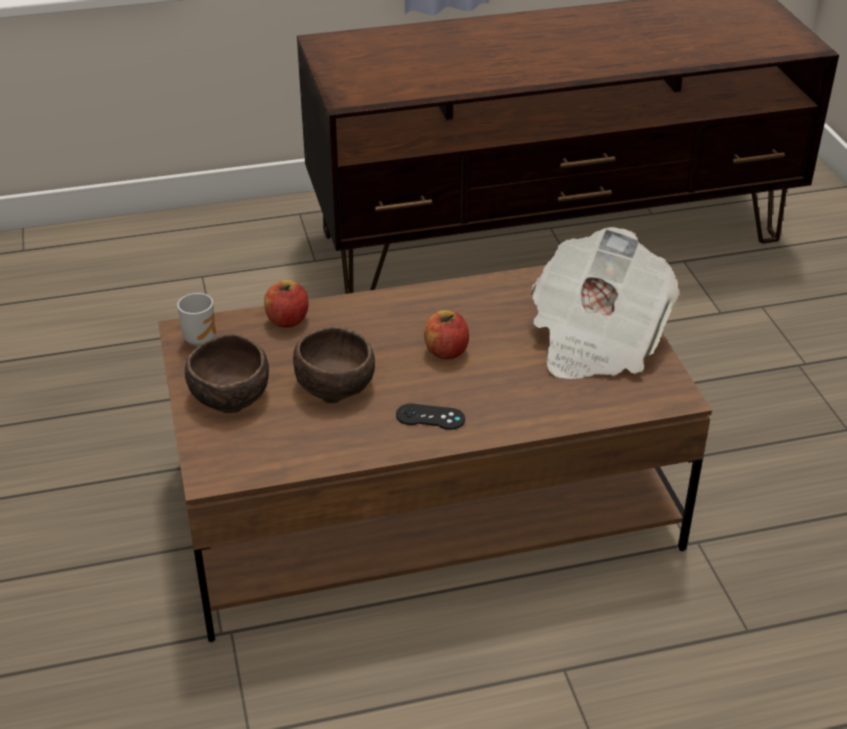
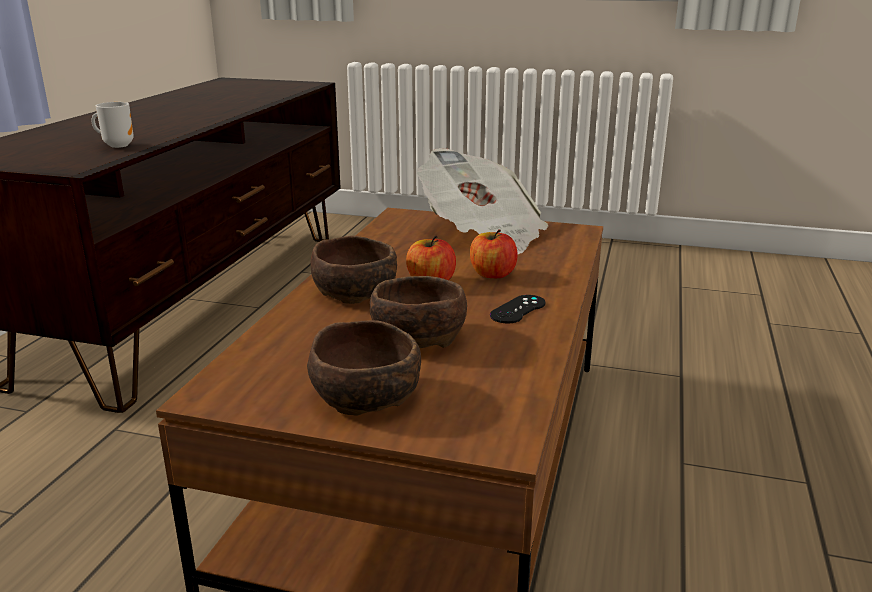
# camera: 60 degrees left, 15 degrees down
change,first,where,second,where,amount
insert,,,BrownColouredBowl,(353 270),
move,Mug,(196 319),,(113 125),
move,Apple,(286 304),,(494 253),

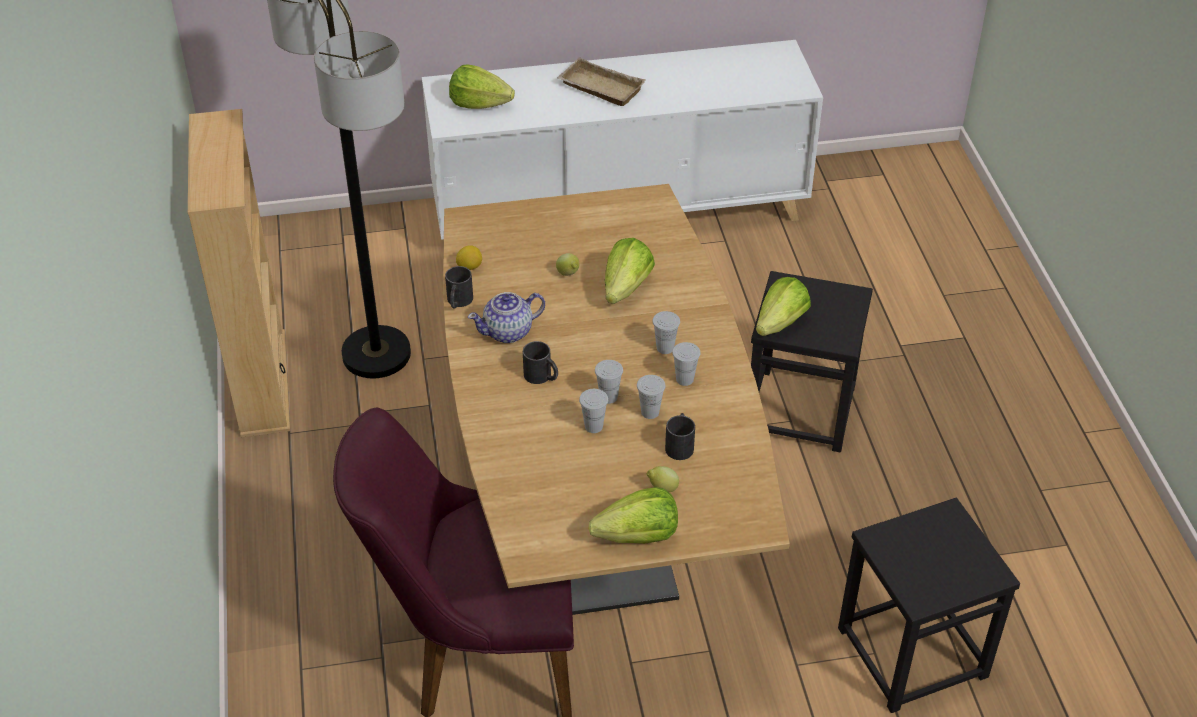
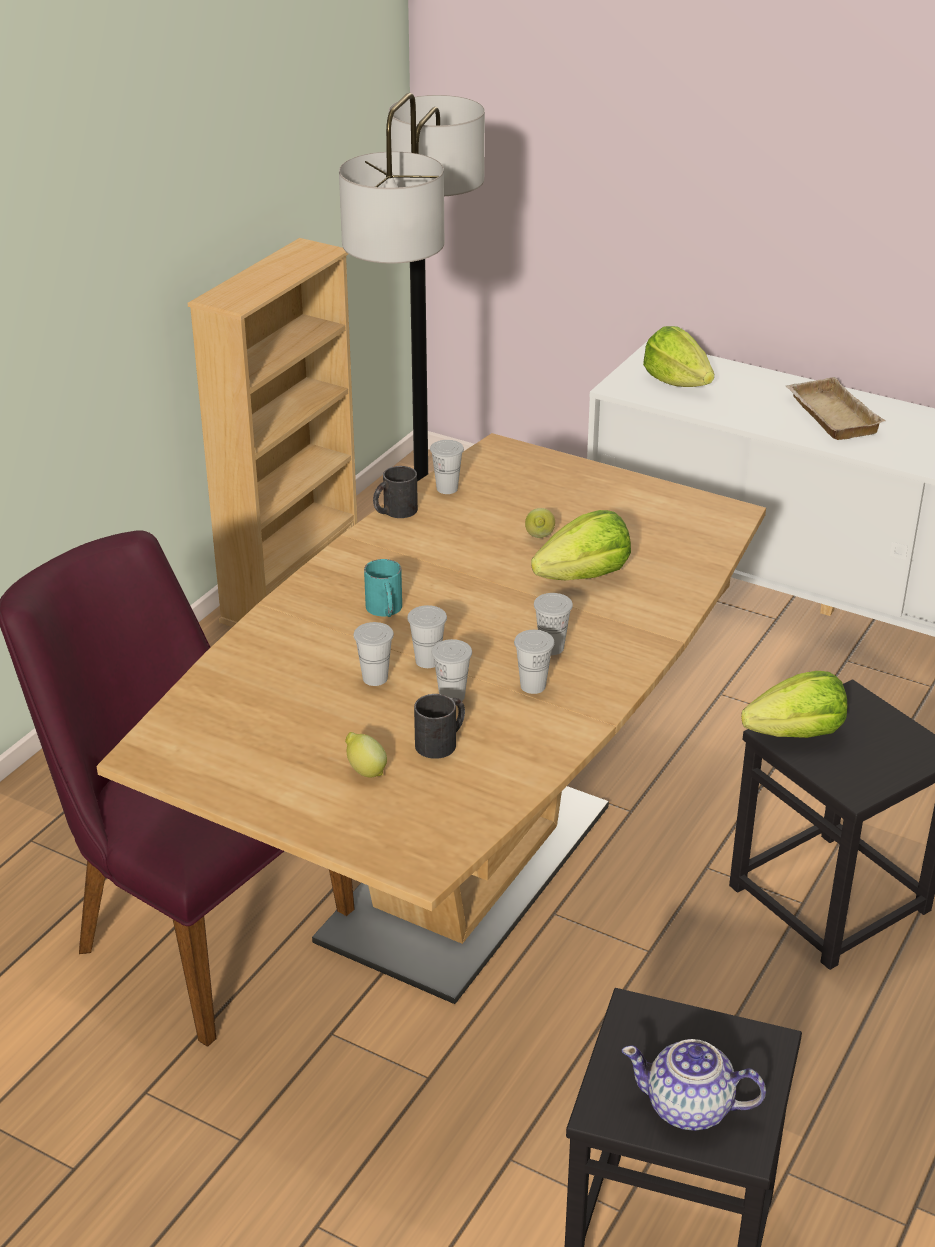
# camera: 40 degrees right, 10 degrees down
change,first,where,second,where,amount
delete,LettuceHead,(633 515),,,
move,TeaPot,(506 317),,(694 1085),
replace,WholeLemon,(469 257),WhitishSmallCup,(447 467),
recolor,BlackColouredMug,(540 362),TurquoiseMug,(383 588),

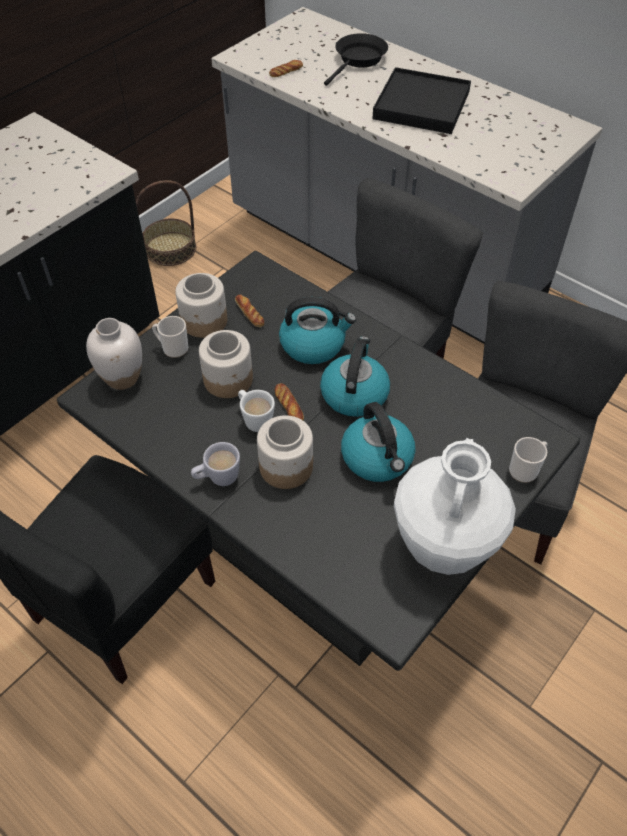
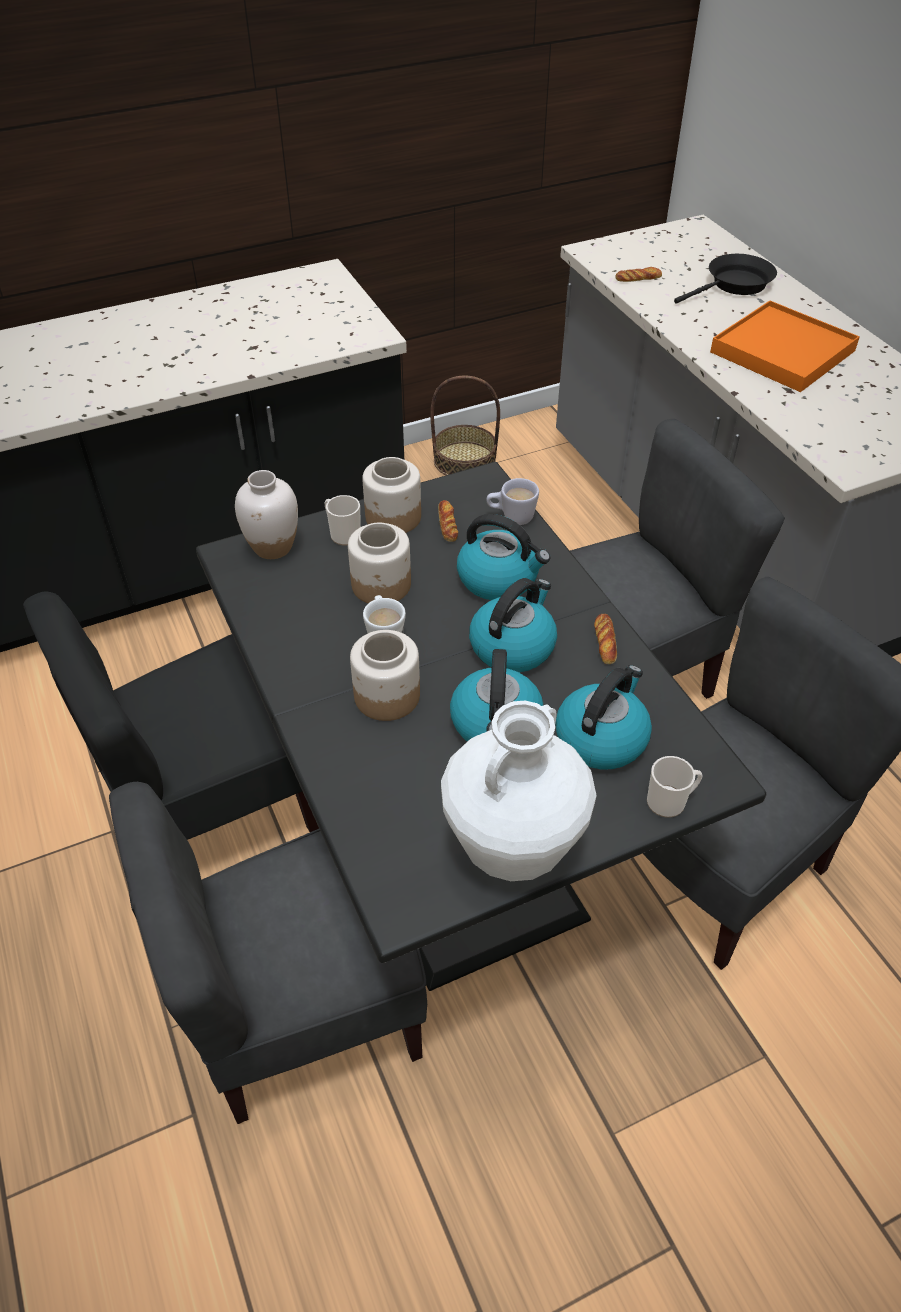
# camera: 25 degrees right, 5 degrees down
change,first,where,second,where,amount
insert,,,GrayChair,(268 953),
insert,,,WaterKettle,(603 717),
move,WhitishMug,(215 464),,(512 501),
move,BakedBread,(289 402),,(605 639),
recolor,BlackColouredServingTray,(421 100),OrangeColouredServingTray,(785 346),

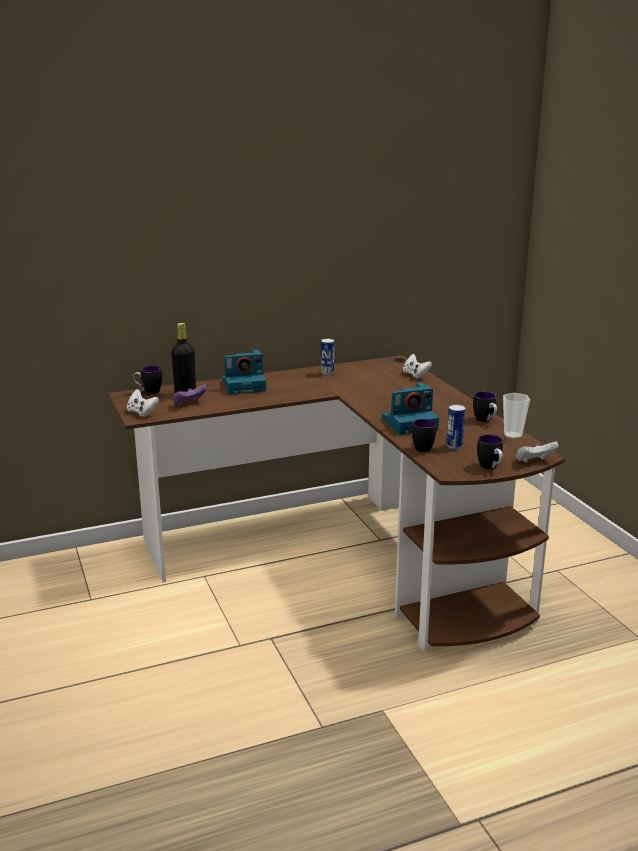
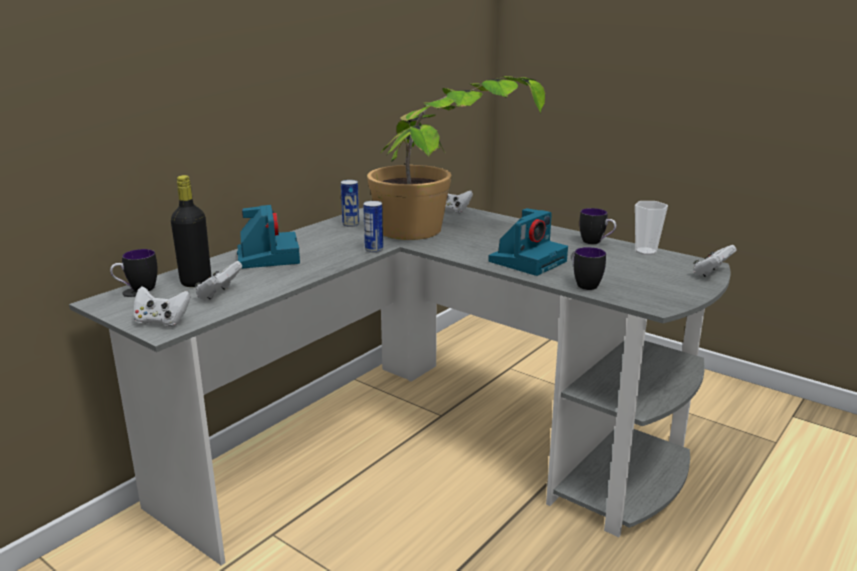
# camera: 30 degrees left, 0 degrees up
change,first,where,second,where,amount
delete,Mug,(490 452),,,
insert,,,PlantInAPot,(456 158),
move,SealedCan,(456 427),,(373 227),
recolor,BrownColouredDeskTable,(336 503),GrayDeskTable,(400 386),
recolor,PurpleColouredGameController,(190 395),WhitishGameController,(218 280),
rotate,StillCamera,(244 372),,(268 237),60 degrees counterclockwise

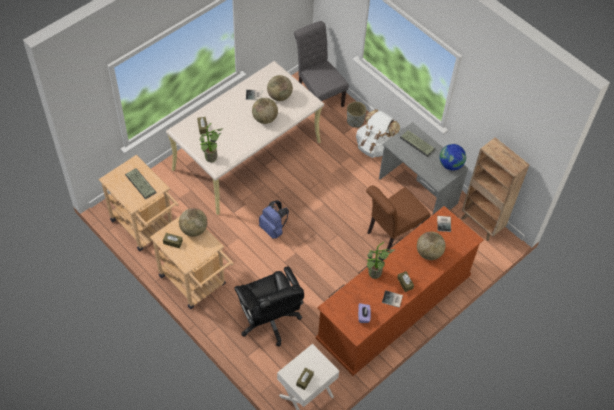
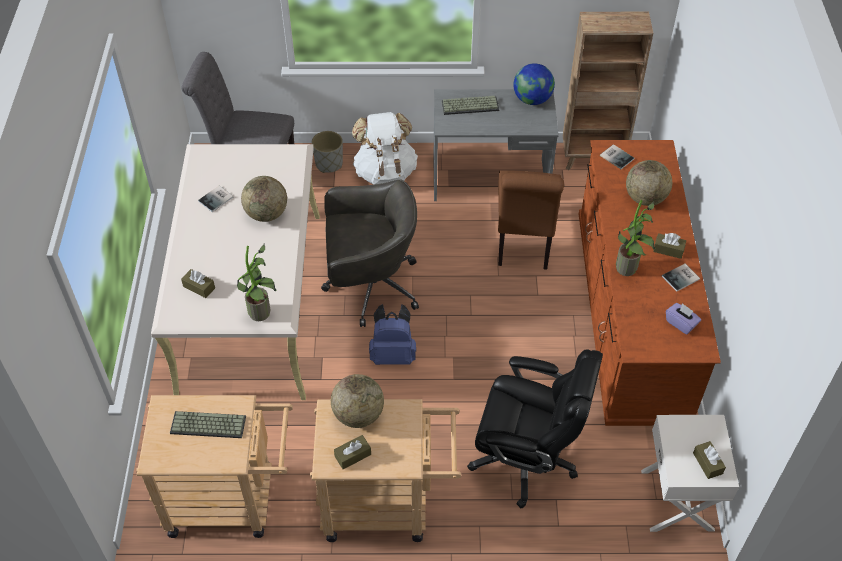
# camera: 45 degrees left, 5 degrees down
change,first,where,second,where,amount
delete,Globe,(280 88),,,
insert,,,GrayDeskChair,(370 253),

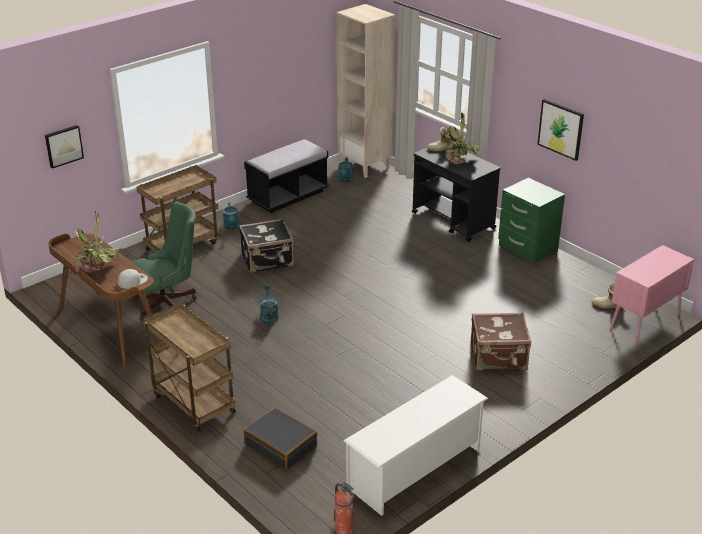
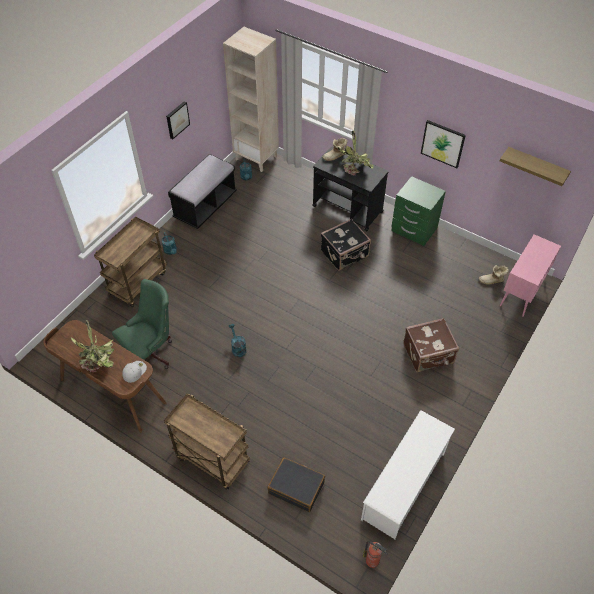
# camera: 15 degrees left, 20 degrees up
change,first,where,second,where,amount
insert,,,WallShelf,(535 166),
move,WallArt,(64 147),,(178 120),
move,BlackColouredSuitcase,(266 246),,(346 245),

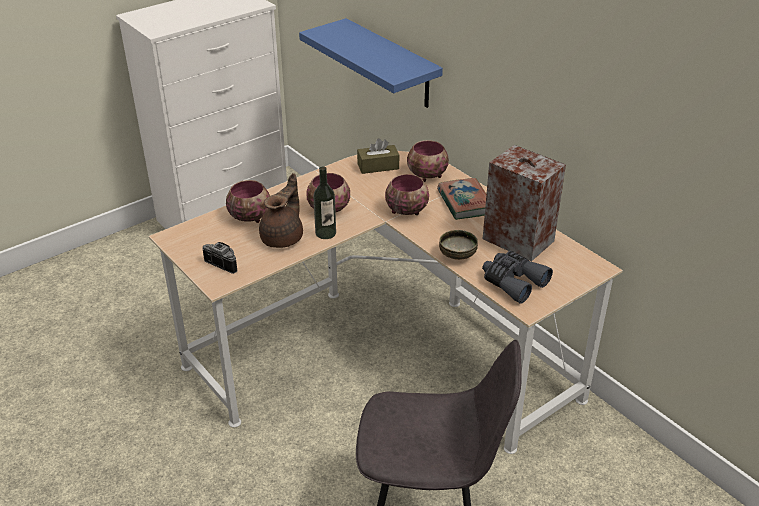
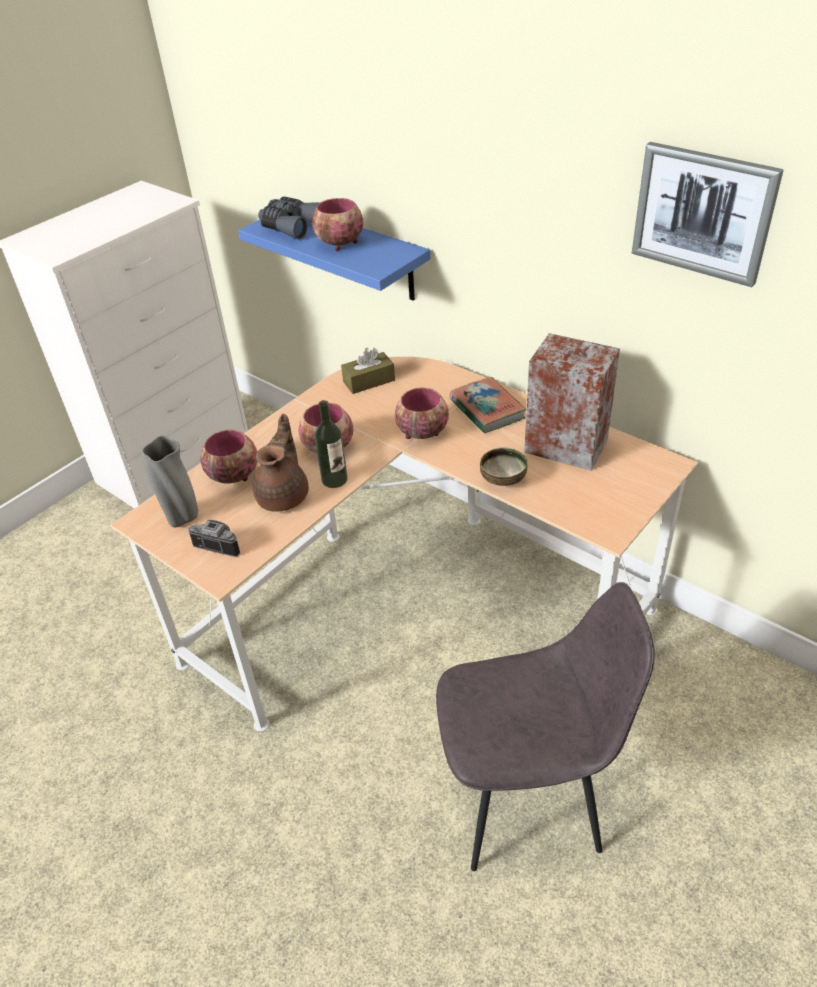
# camera: 10 degrees left, 5 degrees up
change,first,where,second,where,amount
insert,,,GrayFlowerVase,(170 481),
insert,,,WallArt,(708 214),
move,Bowl,(428 161),,(338 224),
move,GrayFieldGlasses,(517 277),,(288 218),

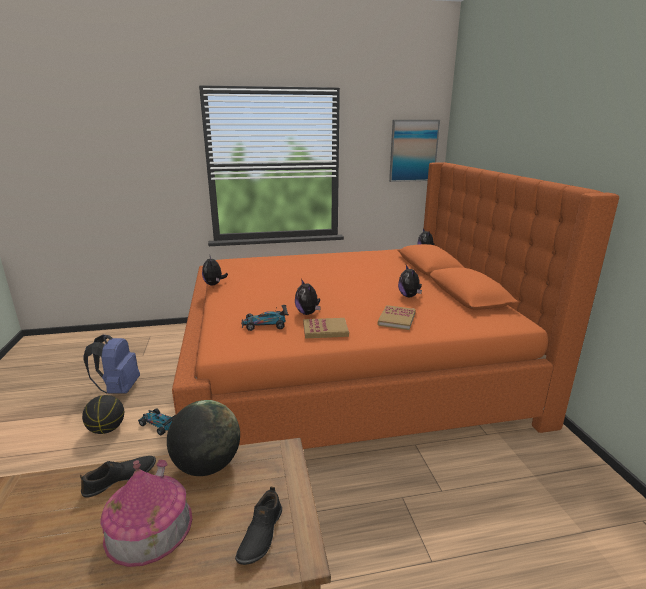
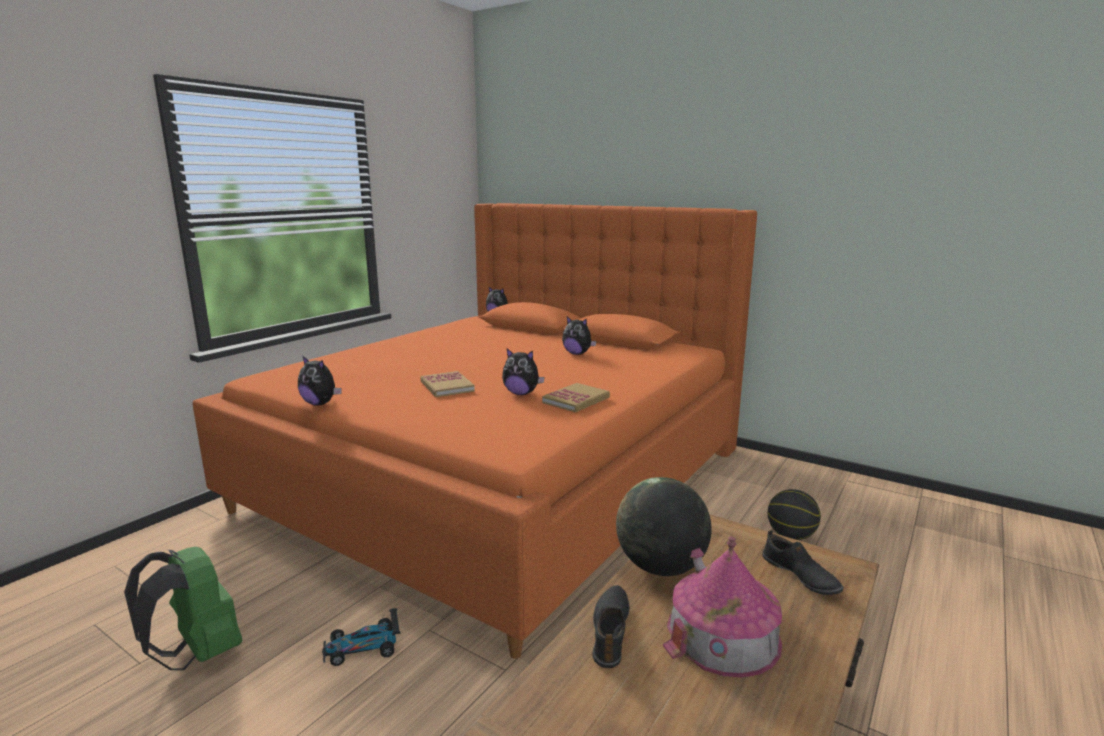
# camera: 45 degrees left, 5 degrees down
change,first,where,second,where,amount
delete,ToyCar,(265 318),,,
delete,WallArt,(414 151),,,
move,BallForBasketball,(103 414),,(794 514),
move,Volume,(396 317),,(447 384),
recolor,BluishRucksack,(111 364),GreenishRucksack,(183 608),

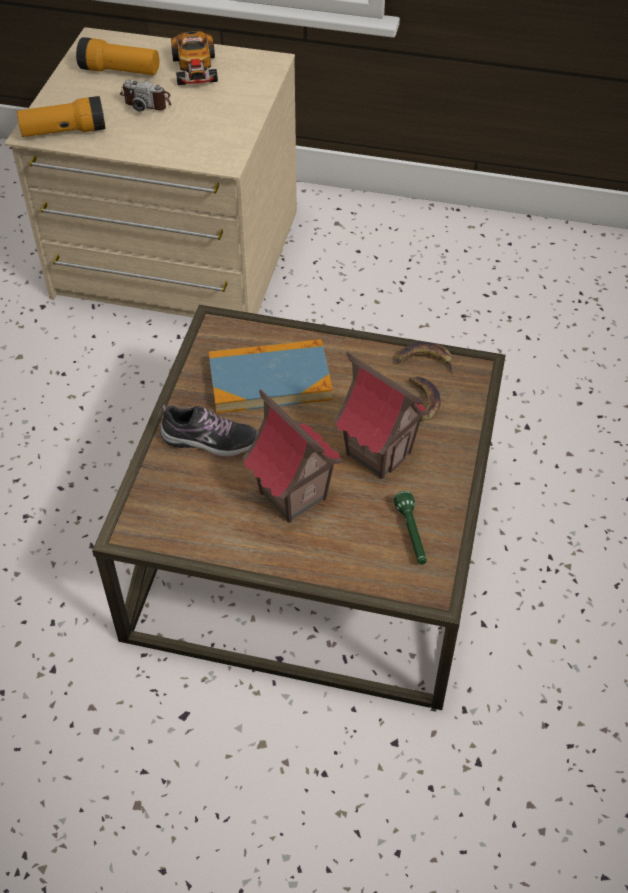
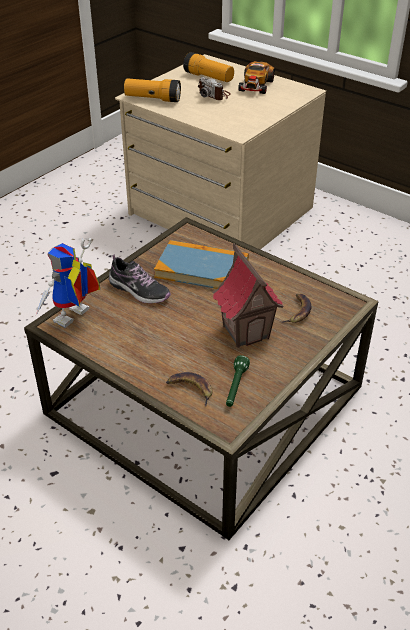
# camera: 25 degrees right, 10 degrees down
change,first,where,second,where,amount
delete,MiniatureHouse,(292 456),,,
insert,,,RobotFigure,(68 283),
move,BananaFruit,(424 357),,(189 389),

